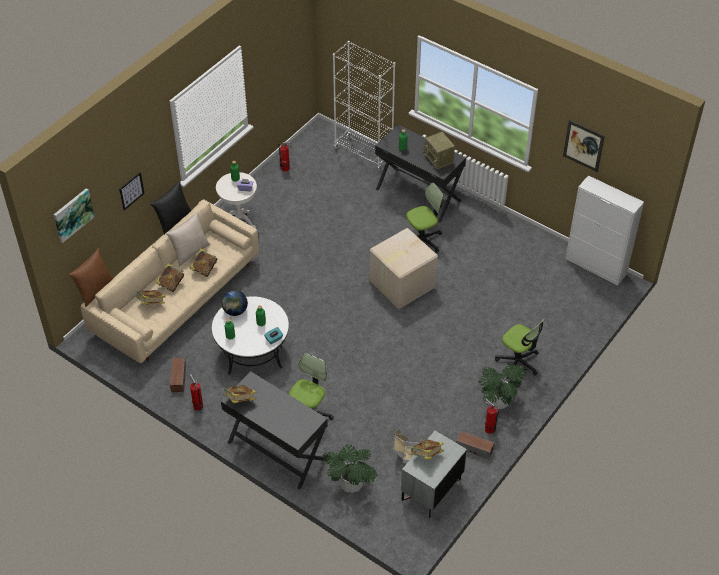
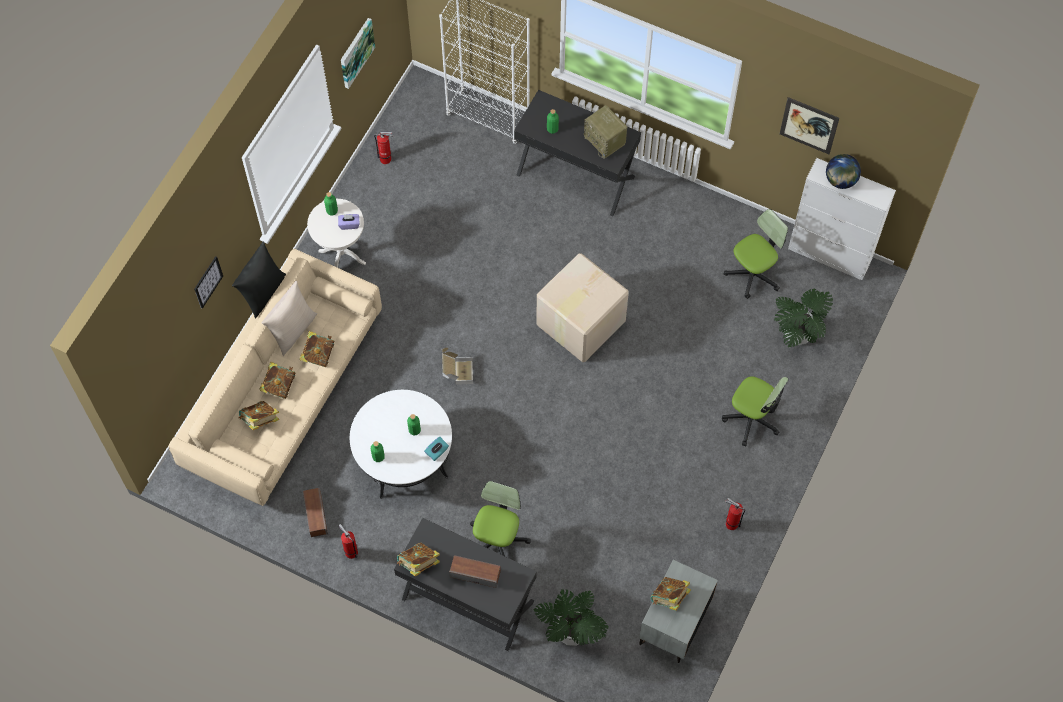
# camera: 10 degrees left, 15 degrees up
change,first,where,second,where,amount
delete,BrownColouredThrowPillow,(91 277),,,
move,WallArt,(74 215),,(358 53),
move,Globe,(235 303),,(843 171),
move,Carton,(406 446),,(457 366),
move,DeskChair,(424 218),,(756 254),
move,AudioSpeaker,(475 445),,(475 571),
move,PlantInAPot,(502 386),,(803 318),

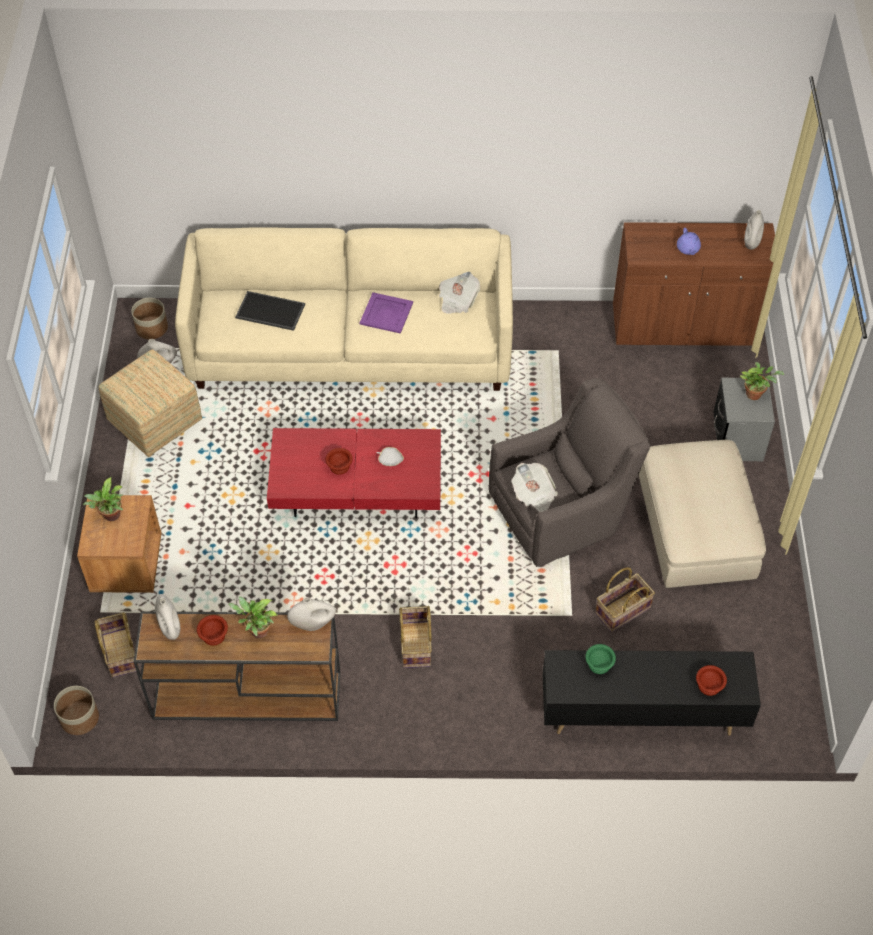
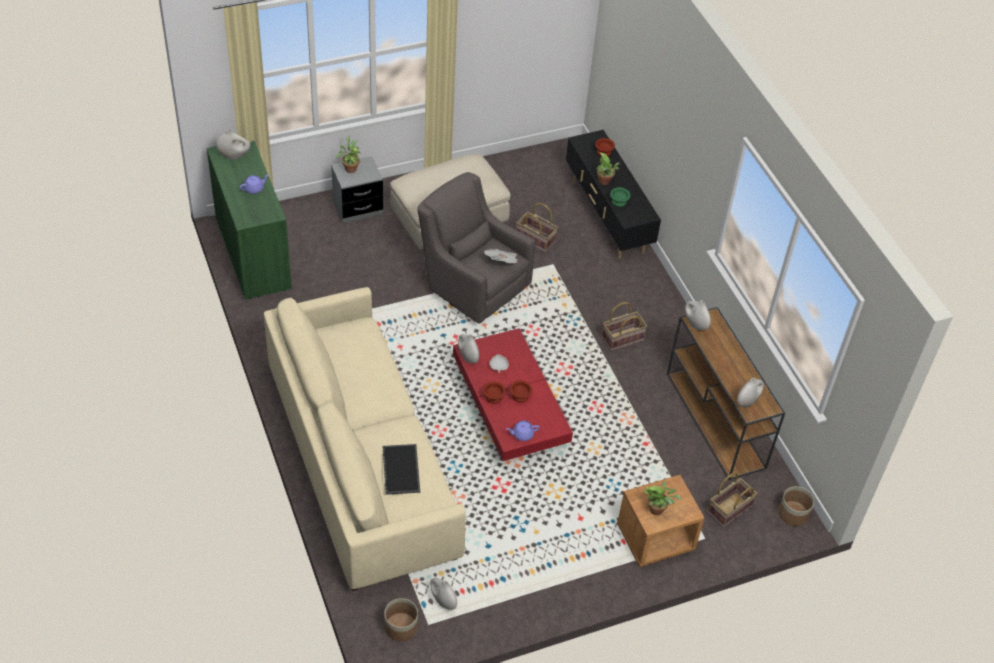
# camera: 115 degrees left, 5 degrees down
change,first,where,second,where,amount
delete,Footrest,(150 403),,,
delete,PurpleColouredServingTray,(386 313),,,
delete,PrintedPaper,(459 292),,,
insert,,,WhitishFlowerVase,(468 349),
insert,,,PurpleColouredTeaPot,(523 430),
move,BrownColouredBowl,(212 630),,(494 392),
move,PlantInAPot,(253 617),,(608 168),
recolor,BrownColouredStorageCabinet,(694 284),GreenishStorageCabinet,(249 220),

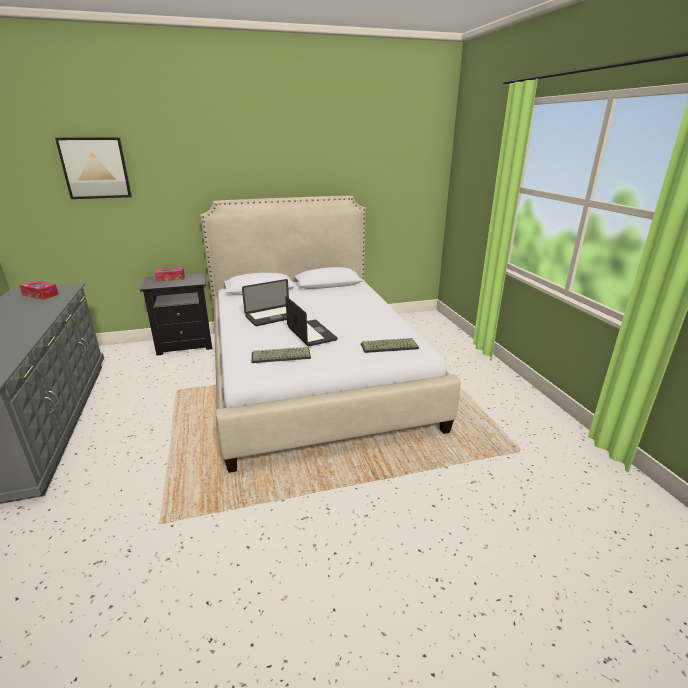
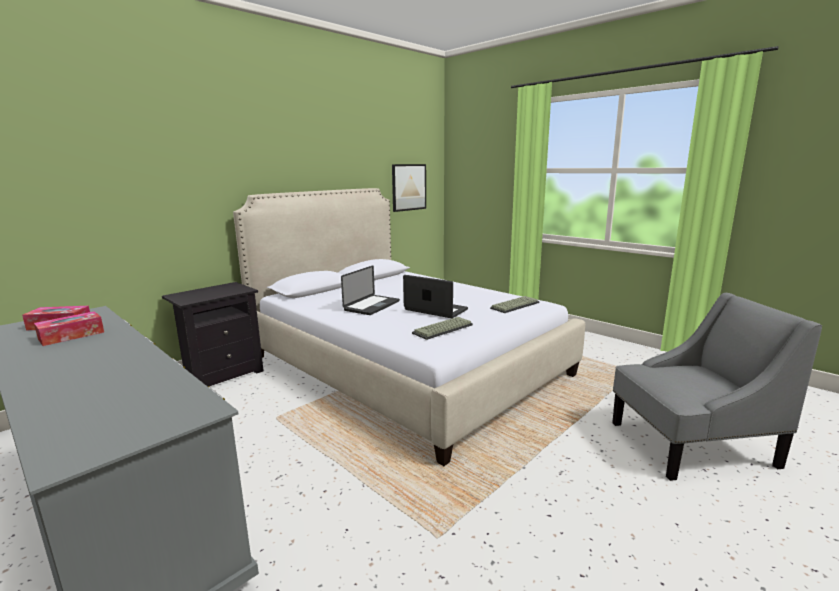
# camera: 30 degrees left, 10 degrees down
change,first,where,second,where,amount
insert,,,GrayEasyChair,(717 387),
move,WallArt,(93 168),,(409 188),
move,TissueHolder,(170 274),,(69 328),

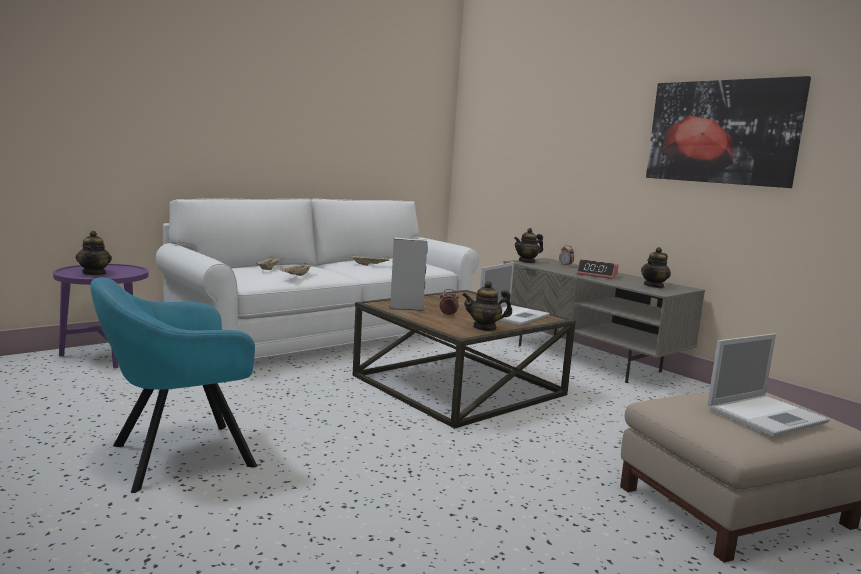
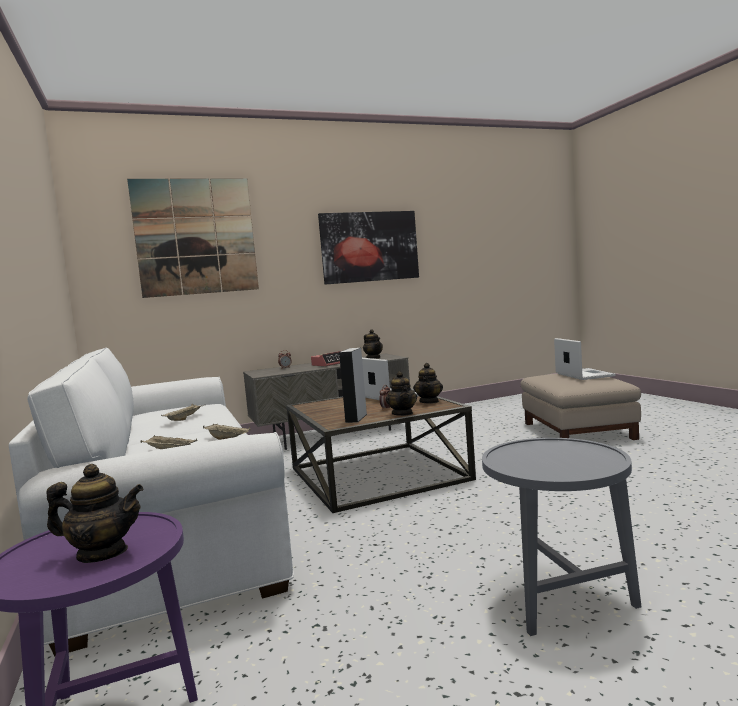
# camera: 70 degrees left, 5 degrees down
change,first,where,second,where,amount
insert,,,WallArt,(193 238),
move,TeaPot,(528 245),,(401 393),
replace,TurquoiseEasyChair,(173 385),GraySideTable,(561 537),

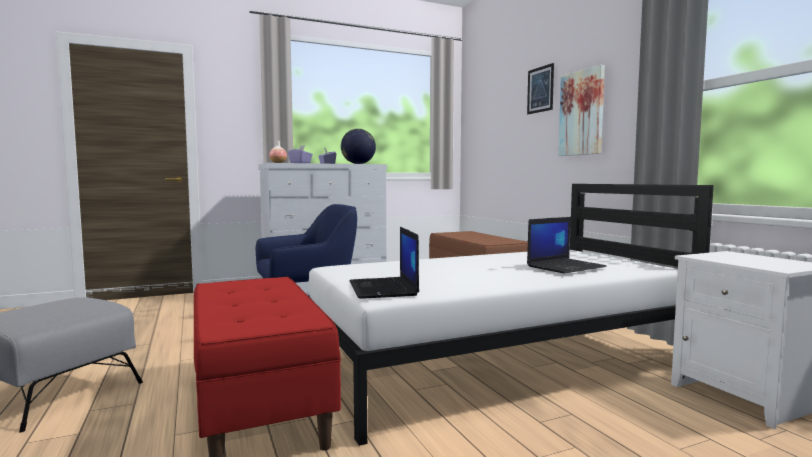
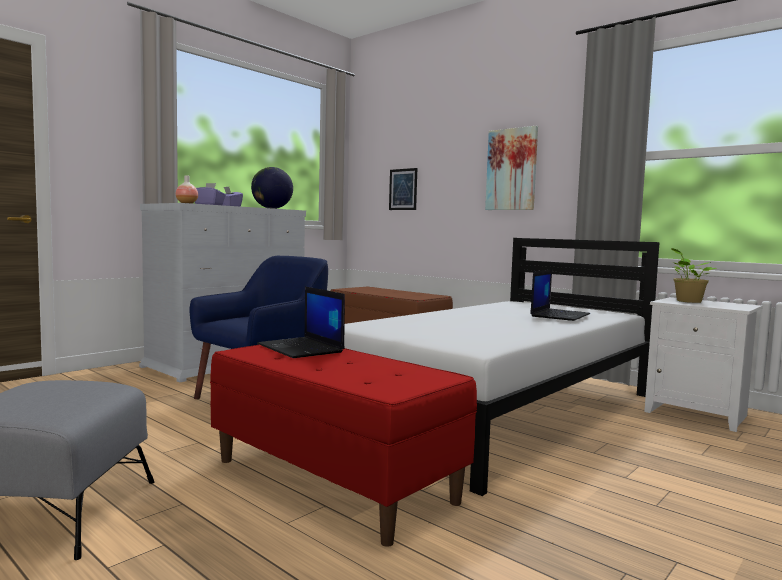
# camera: 25 degrees left, 0 degrees up
change,first,where,second,where,amount
insert,,,PlantInAPot,(694 275),
move,Laptop,(384 263),,(301 322),
move,WallArt,(540 88),,(403 189),

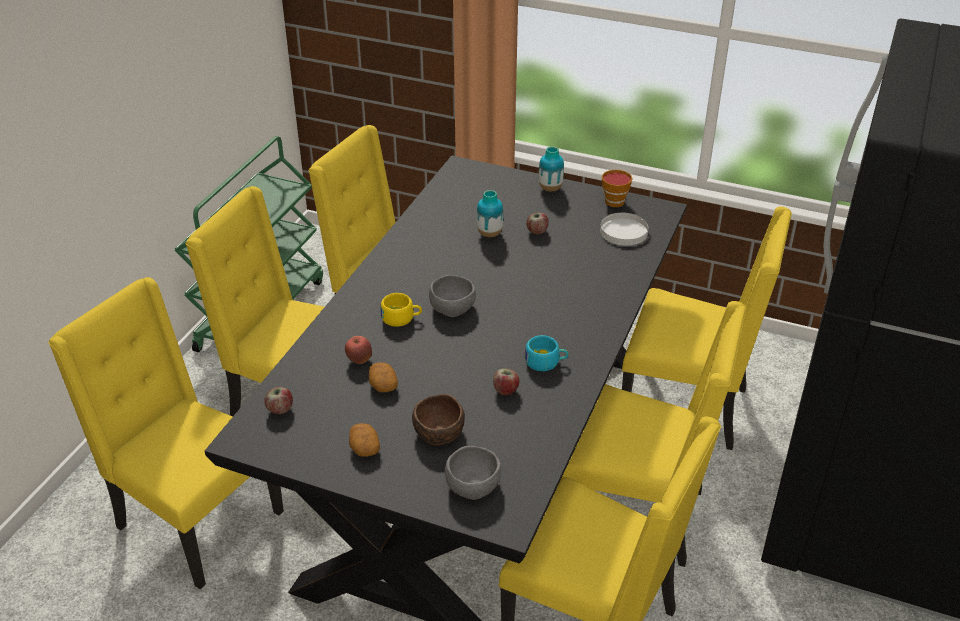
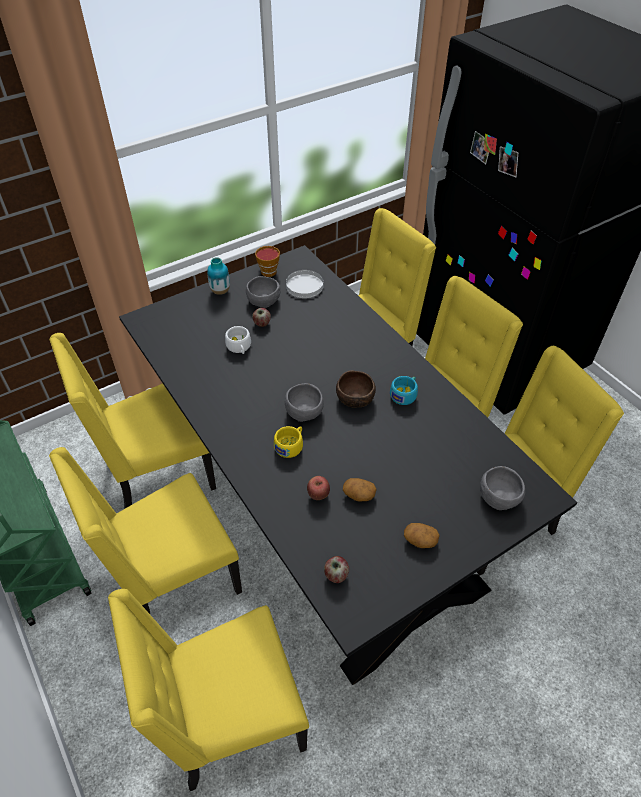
# camera: 55 degrees left, 10 degrees up
change,first,where,second,where,amount
delete,Apple,(506 381),,,
insert,,,GrayBowl,(263 292),
move,BrownColouredBowl,(438 420),,(356 389),
replace,FlowerVase,(490 213),WhitishSmallCup,(238 340),

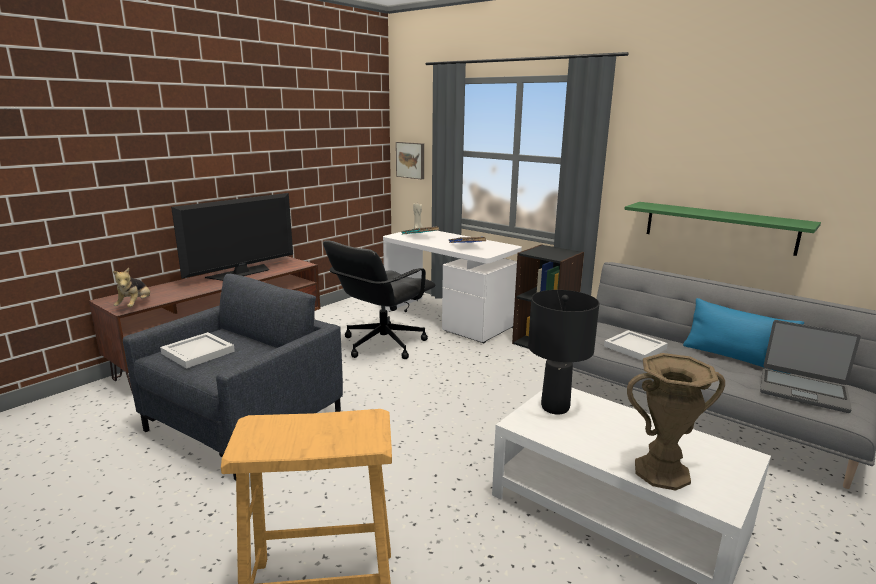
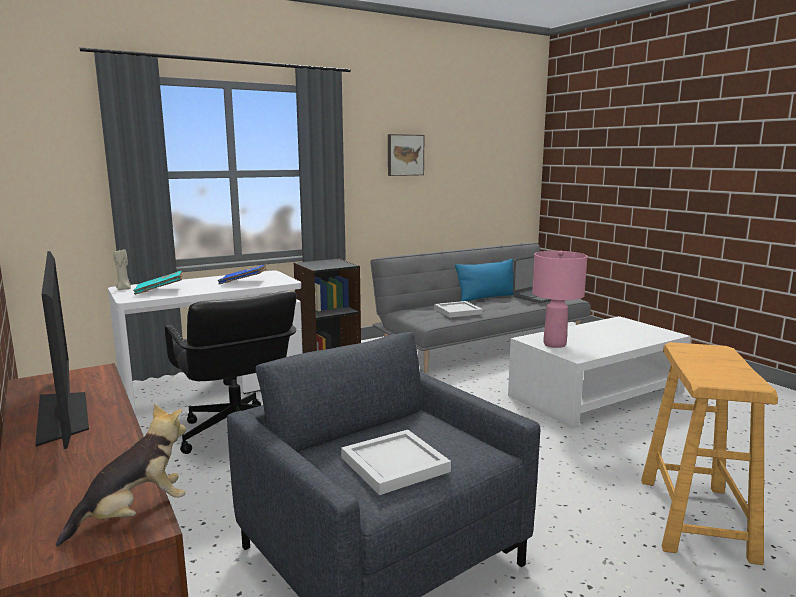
# camera: 70 degrees left, 5 degrees down
change,first,where,second,where,amount
delete,GreenishWallShelf,(722 229),,,
delete,BrownColouredFlowerVase,(676 422),,,
move,WallArt,(410 161),,(406 155),
recolor,BlackColouredTableLamp,(563 352),PinkishTableLamp,(559 299),
rotate,CuddlyToy,(131 287),,(121 475),60 degrees counterclockwise

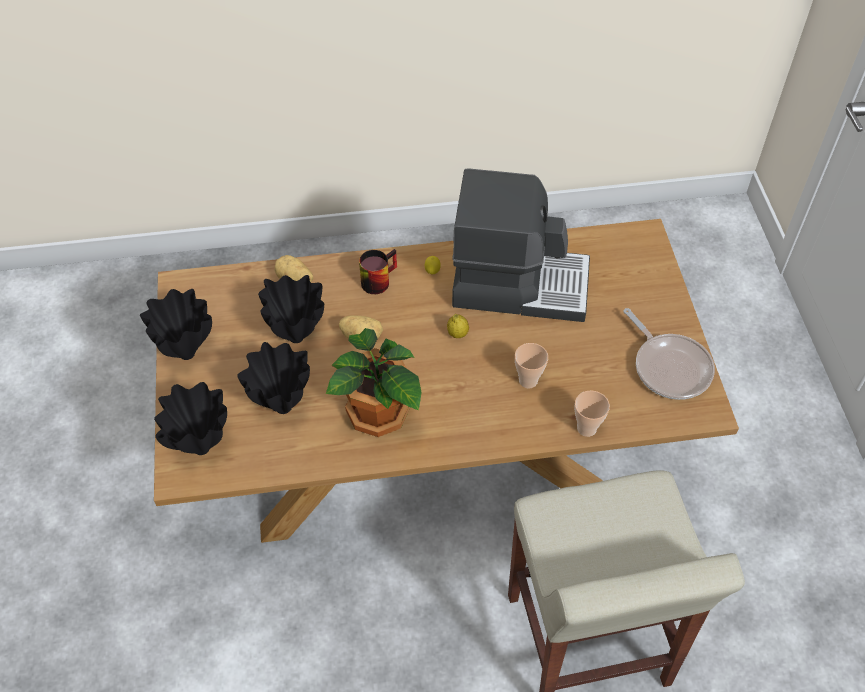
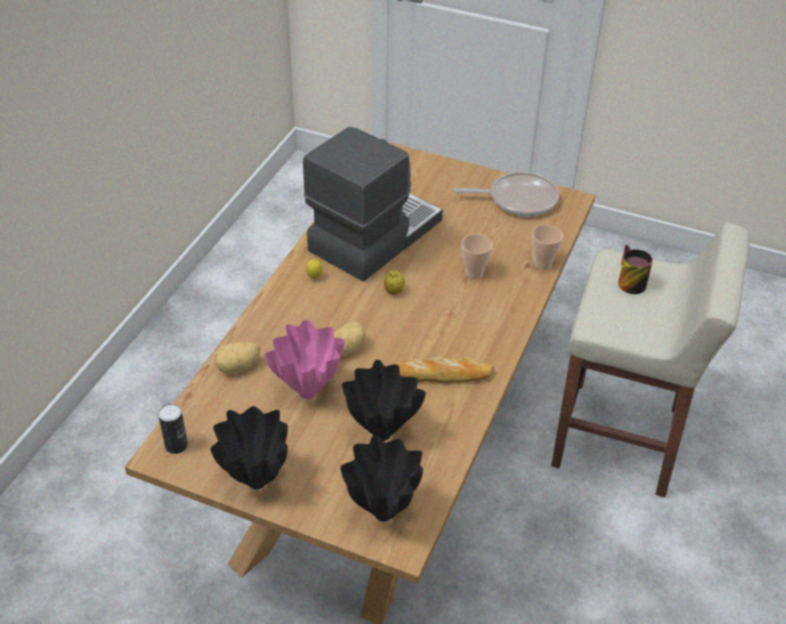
# camera: 60 degrees left, 10 degrees down
change,first,where,second,where,amount
insert,,,SealedCan,(173 429),
move,Mug,(378 271),,(635 269),
replace,PlantInAPot,(374 382),BakedBread,(442 369),
recolor,BlackColouredFlowerVase,(291 309),PinkishFlowerVase,(305 360),

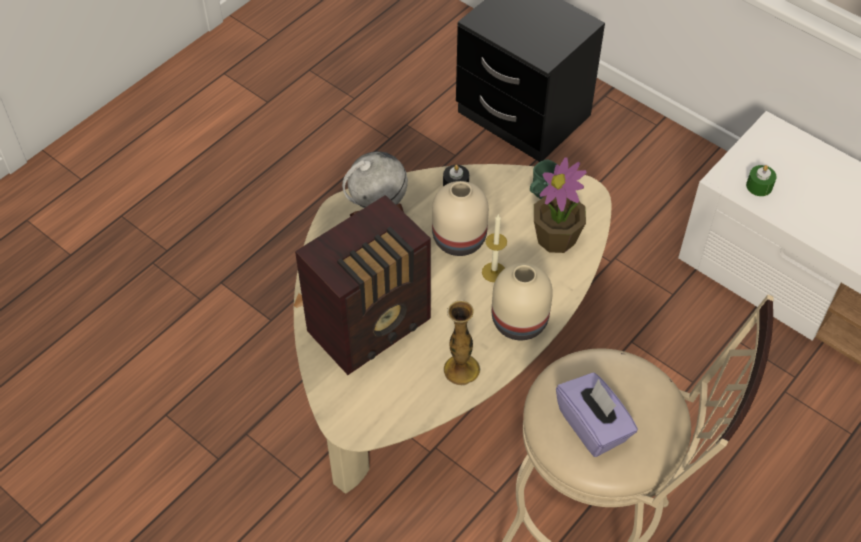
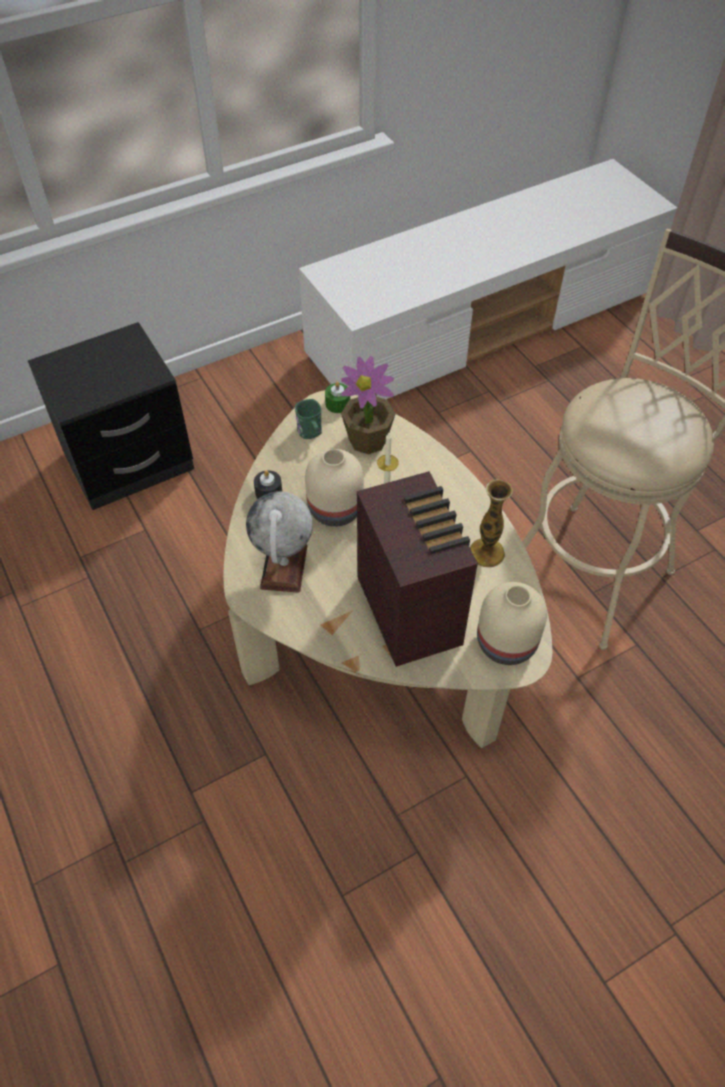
# camera: 70 degrees left, 0 degrees up
change,first,where,second,where,amount
delete,PurpleColouredTissueHolder,(597 414),,,
move,BeigeFlowerVase,(522 301),,(512 623),
move,GreenishCandle,(761 180),,(337 397),

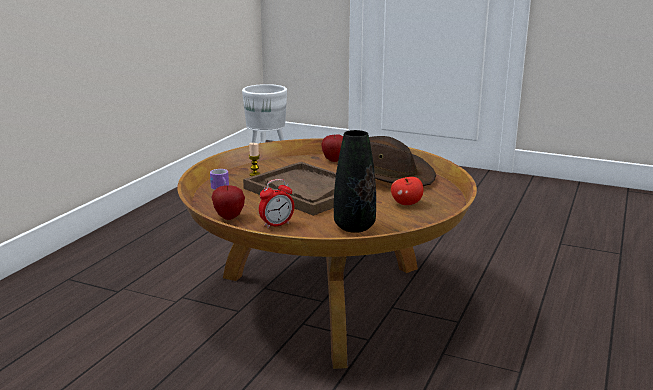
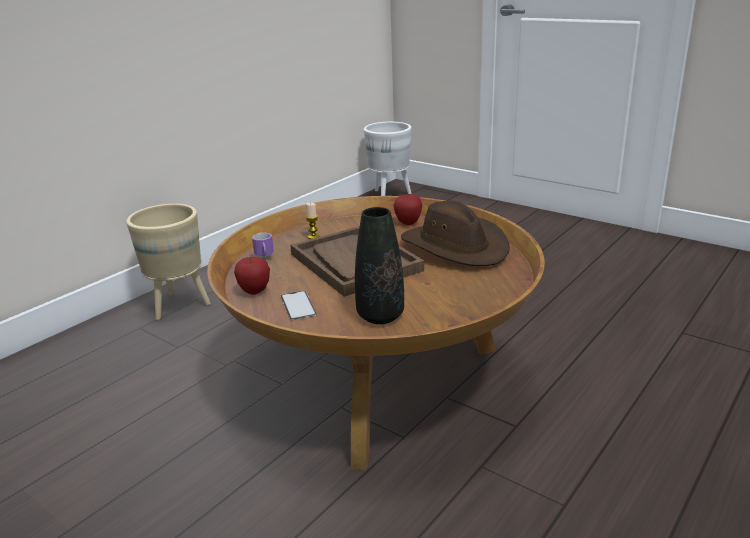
# camera: 15 degrees right, 5 degrees up
change,first,where,second,where,amount
delete,Apple,(407 191),,,
insert,,,BeigePlanter,(168 262),
replace,TableClock,(276 204),Telephone,(299 305),

